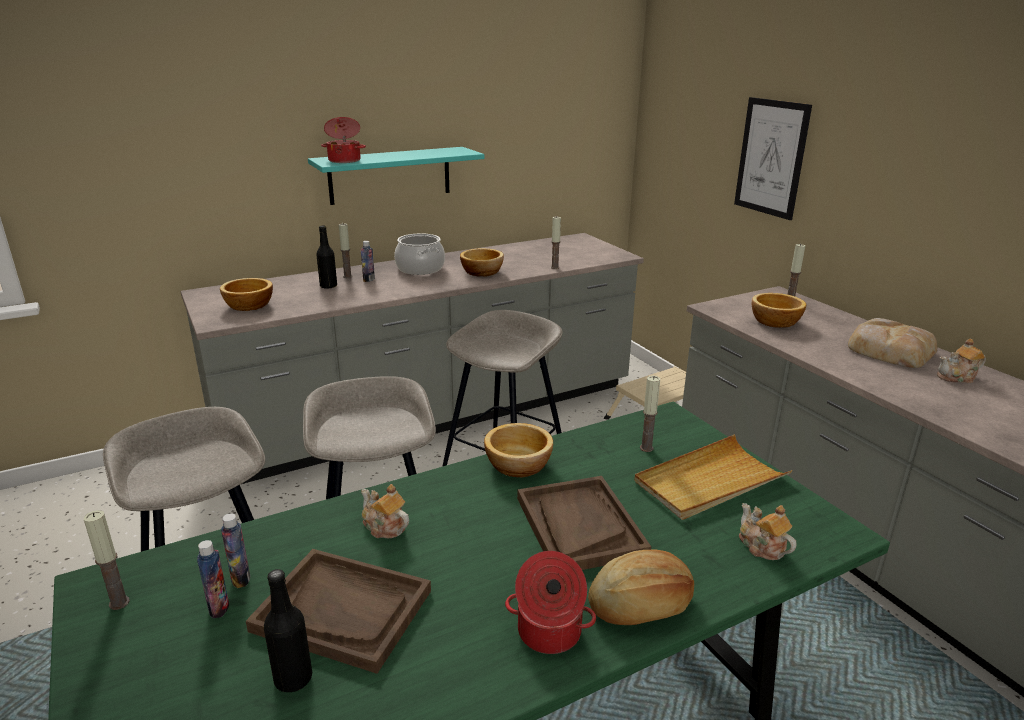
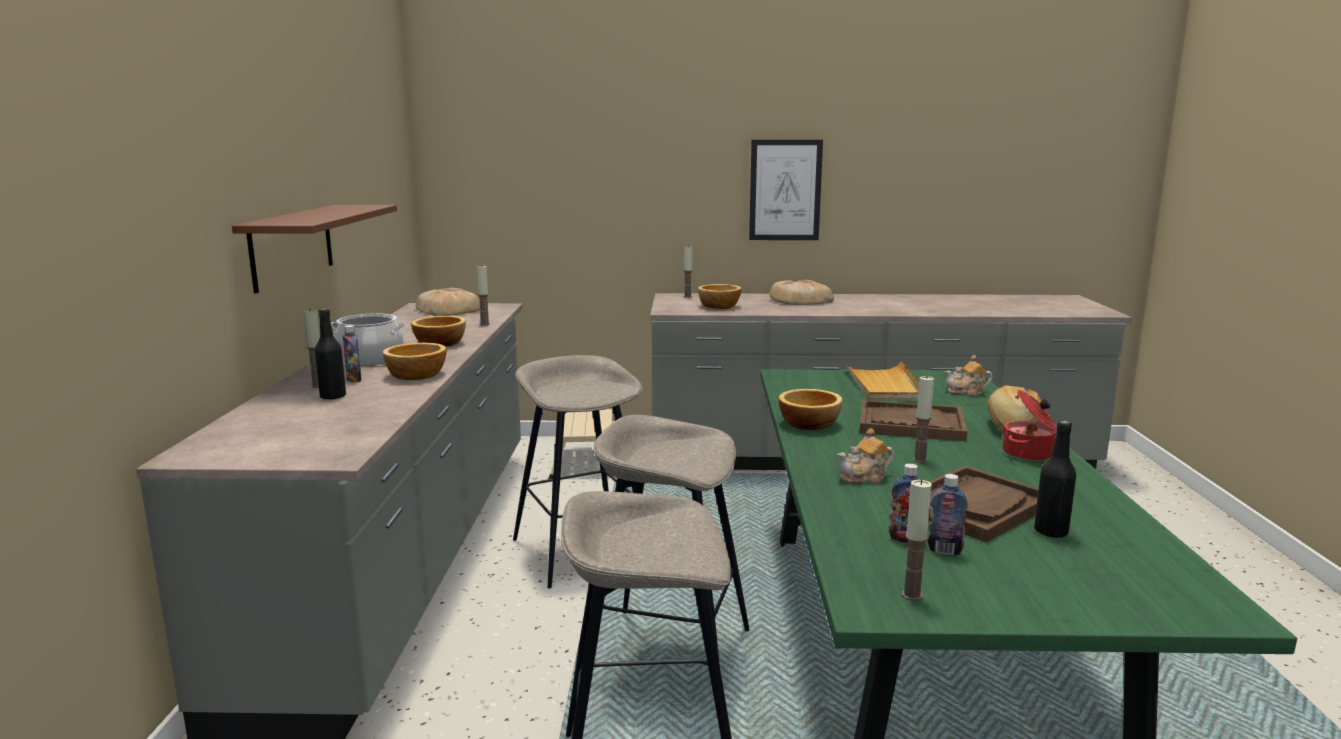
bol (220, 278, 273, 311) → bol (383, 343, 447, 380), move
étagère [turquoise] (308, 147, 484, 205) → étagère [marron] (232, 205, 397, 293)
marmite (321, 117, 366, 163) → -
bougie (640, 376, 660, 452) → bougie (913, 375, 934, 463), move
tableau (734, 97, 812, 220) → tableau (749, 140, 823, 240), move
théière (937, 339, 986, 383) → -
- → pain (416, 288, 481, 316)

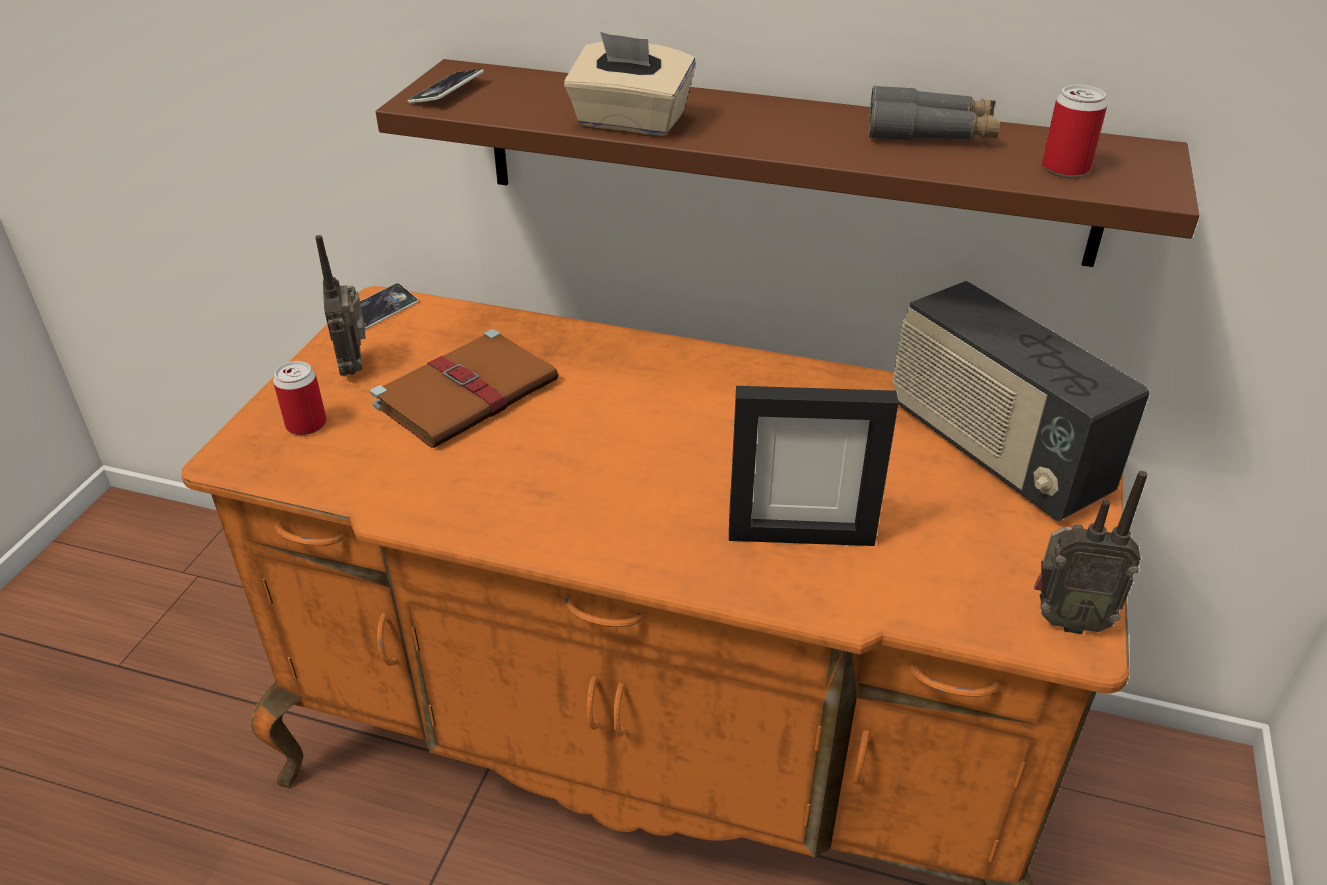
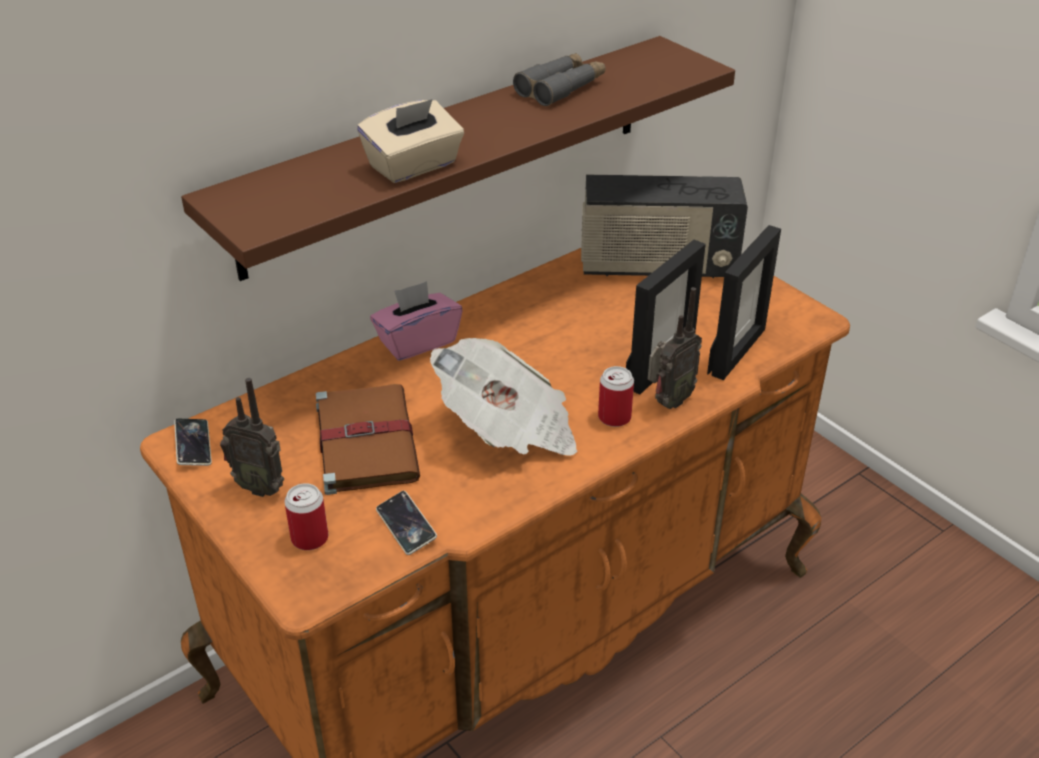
téléphone (408, 69, 484, 103) → téléphone (376, 491, 437, 555), move
radio (1034, 471, 1148, 634) → radio (648, 287, 702, 409), move
boîte métallique (1042, 85, 1108, 177) → boîte métallique (598, 366, 634, 427), move
- → boîte à mouchoirs [rose] (370, 281, 462, 361)
- → journal (430, 338, 578, 456)
- → cadre photo (707, 225, 781, 380)

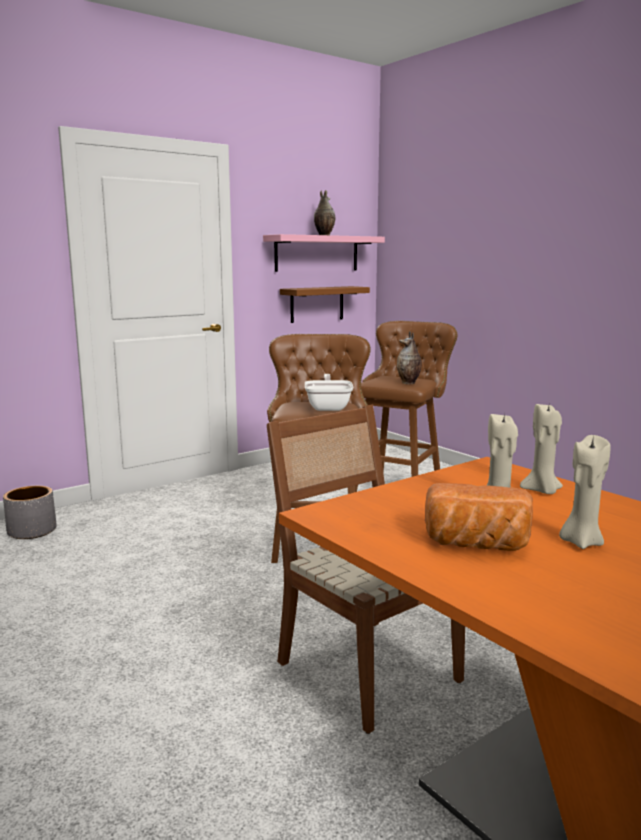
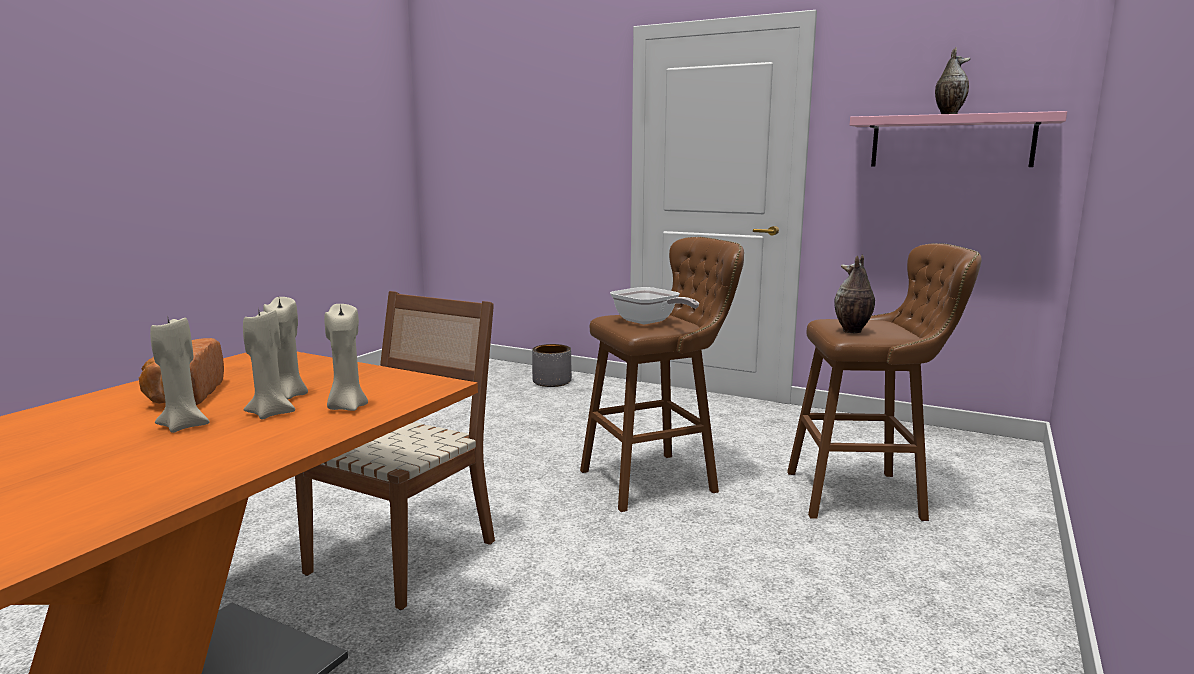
étagère [marron] (280, 286, 370, 323) → -
poêle (305, 374, 354, 411) → poêle (610, 287, 699, 324), 75 degrees clockwise
- → bougie [beige] (243, 307, 295, 419)

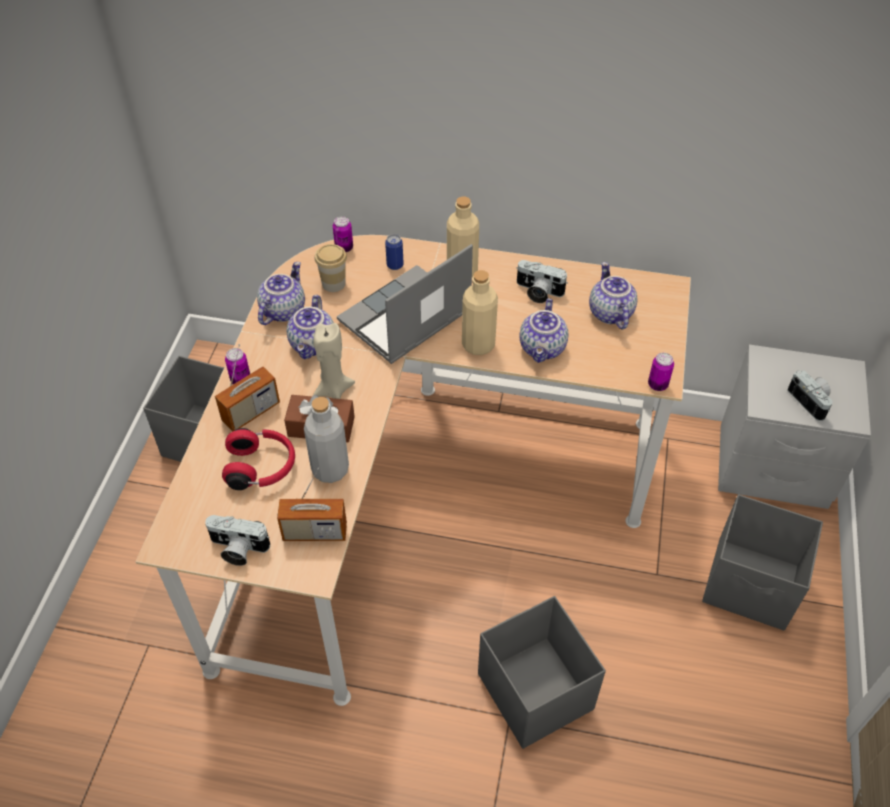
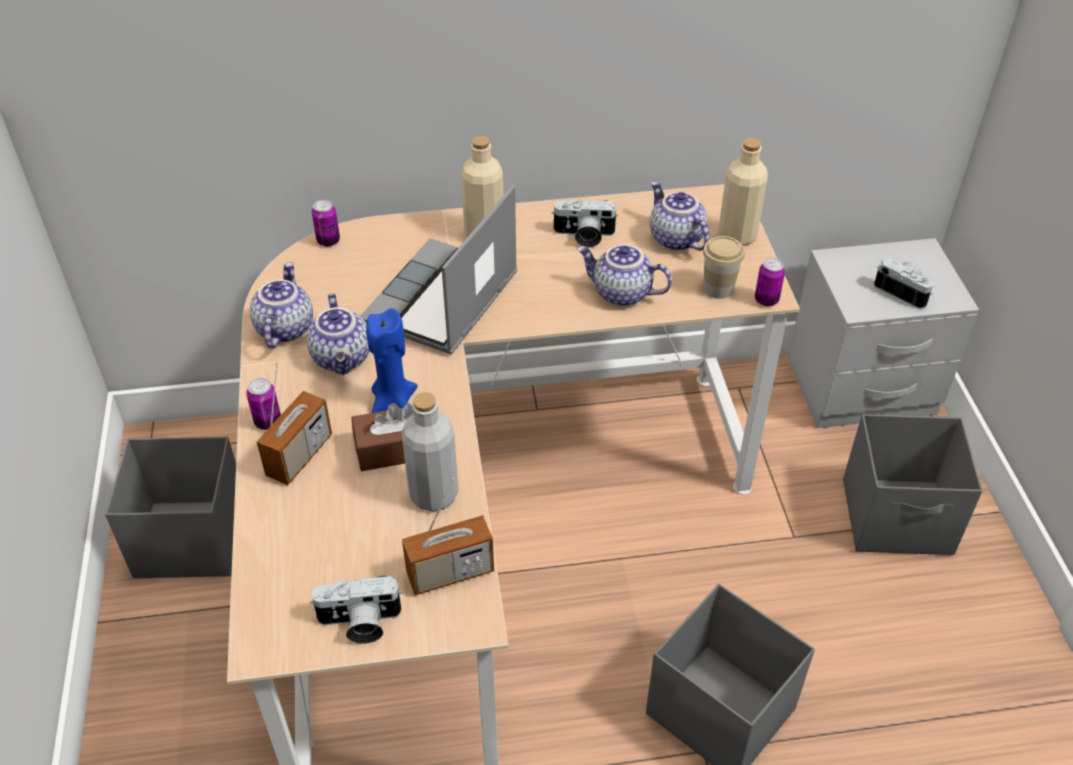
casque audio [rouge] (222, 428, 295, 490) → -
bougie [beige] (313, 323, 355, 399) → bougie [bleu] (366, 308, 418, 413)
tasse (315, 244, 347, 292) → tasse (703, 236, 745, 299), move
boîte métallique (385, 234, 403, 270) → -
bouteille [beige] (462, 270, 498, 355) → bouteille [beige] (718, 138, 768, 246), move
théière (520, 298, 568, 363) → théière (577, 245, 672, 306), 120 degrees clockwise

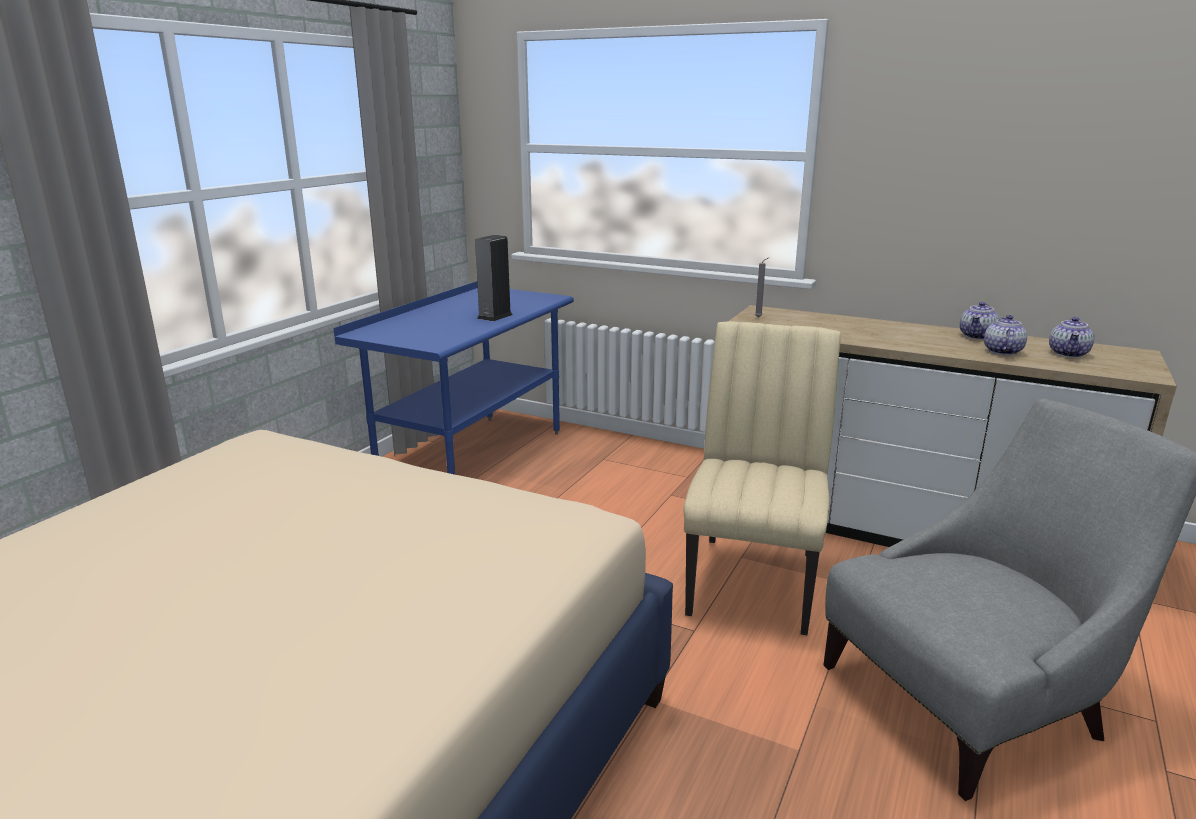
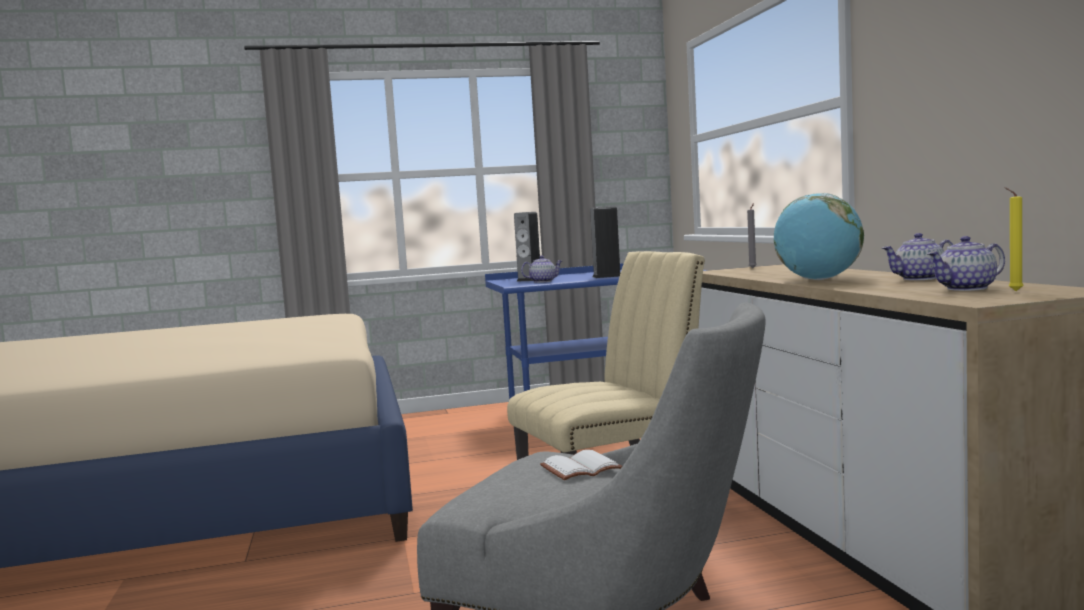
théière (984, 315, 1027, 355) → théière (521, 255, 562, 283), move
- → enceinte (514, 212, 540, 282)
- → livre [blanc] (540, 450, 622, 480)
- → globe (774, 193, 864, 280)
- → bougie [jaune] (1004, 187, 1024, 291)

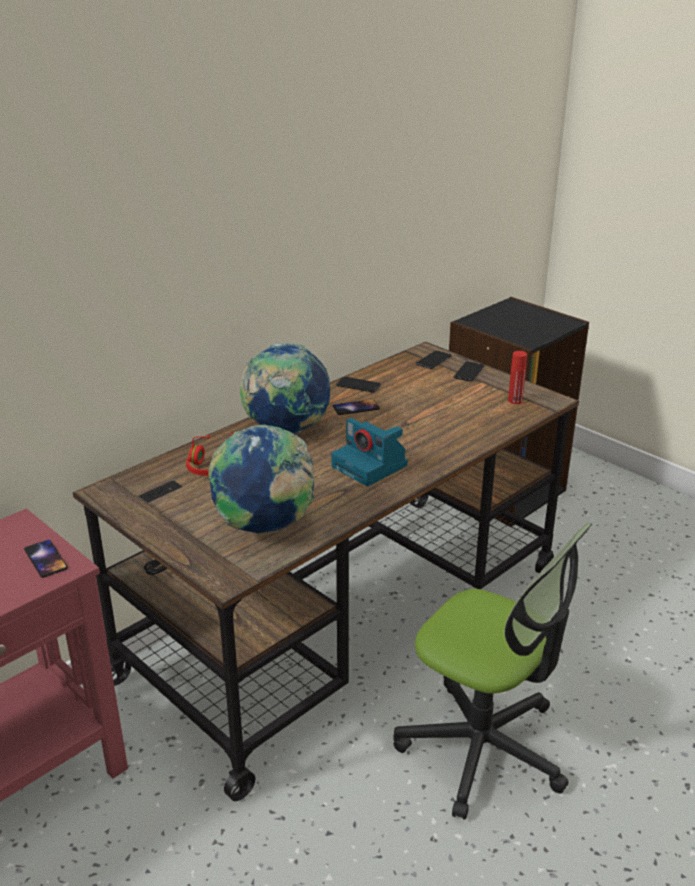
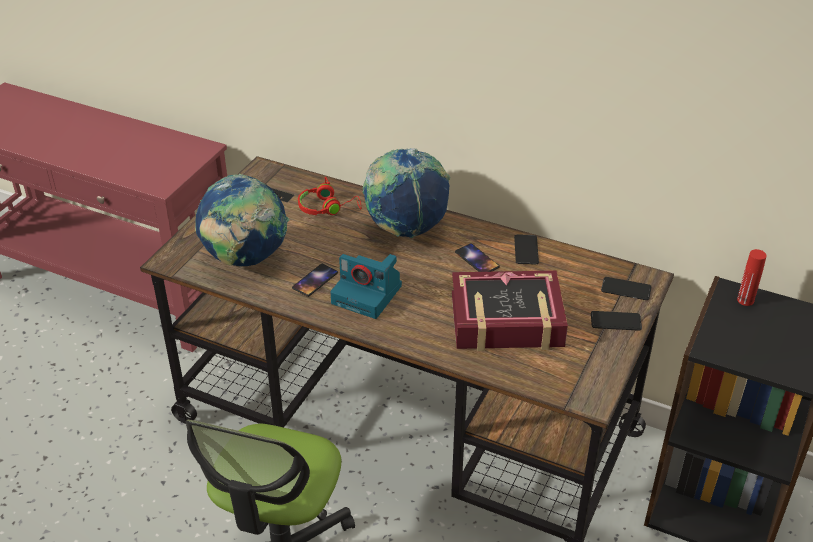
téléphone (24, 540, 68, 578) → téléphone (292, 264, 338, 297), move
appareil photo (331, 418, 408, 486) → appareil photo (330, 254, 402, 319), 90 degrees counterclockwise
bouteille [rouge] (508, 351, 527, 404) → bouteille [rouge] (737, 249, 767, 306), move
- → livre (452, 271, 568, 351)

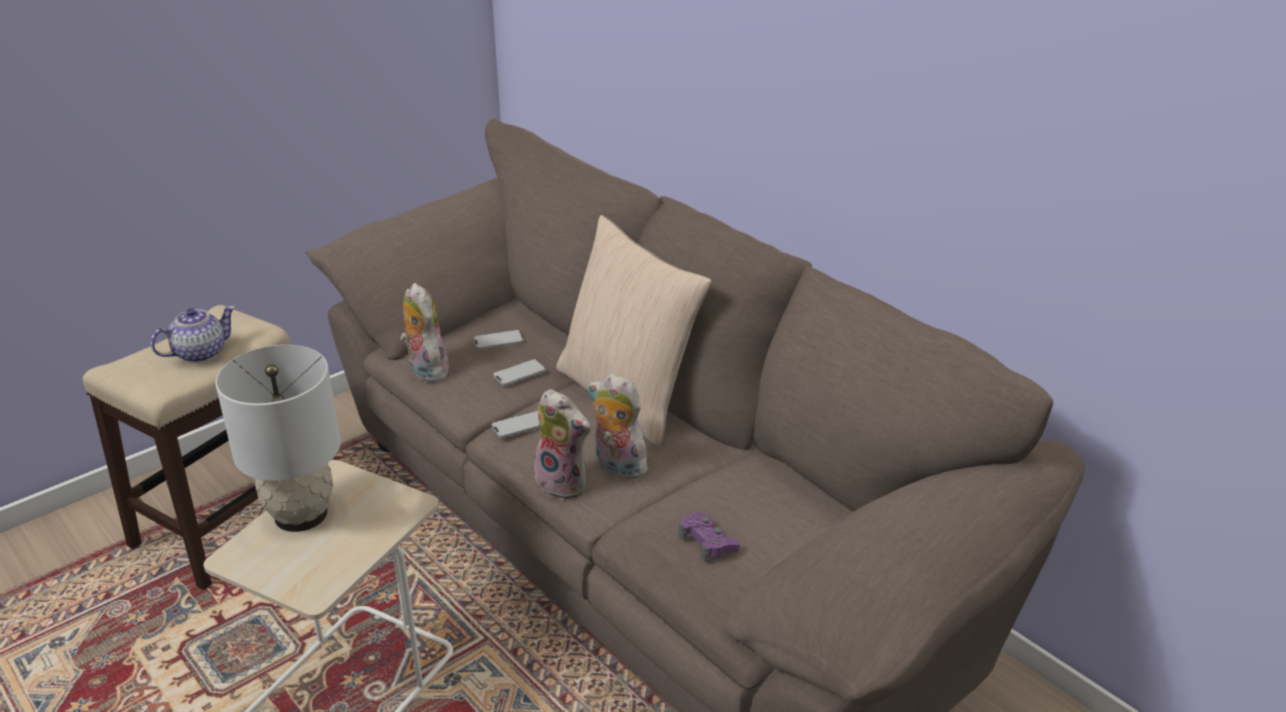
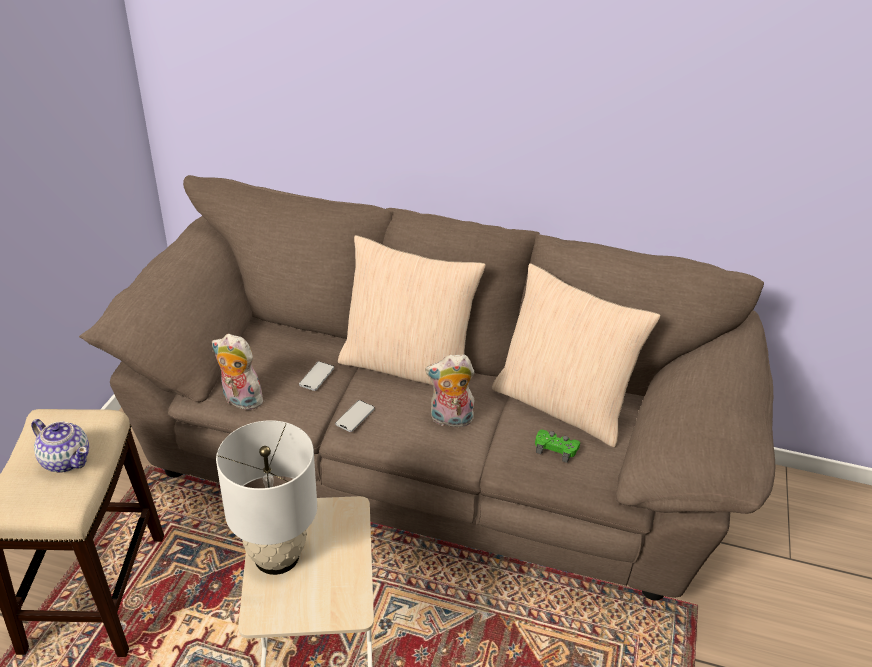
théière (150, 306, 236, 363) → théière (31, 419, 89, 473), 105 degrees clockwise
téléphone (473, 330, 524, 350) → -
peluche (534, 389, 591, 500) → -
manette [violet] (679, 512, 740, 562) → manette [vert] (535, 429, 580, 463)
- → coussin [beige] (492, 263, 660, 447)

